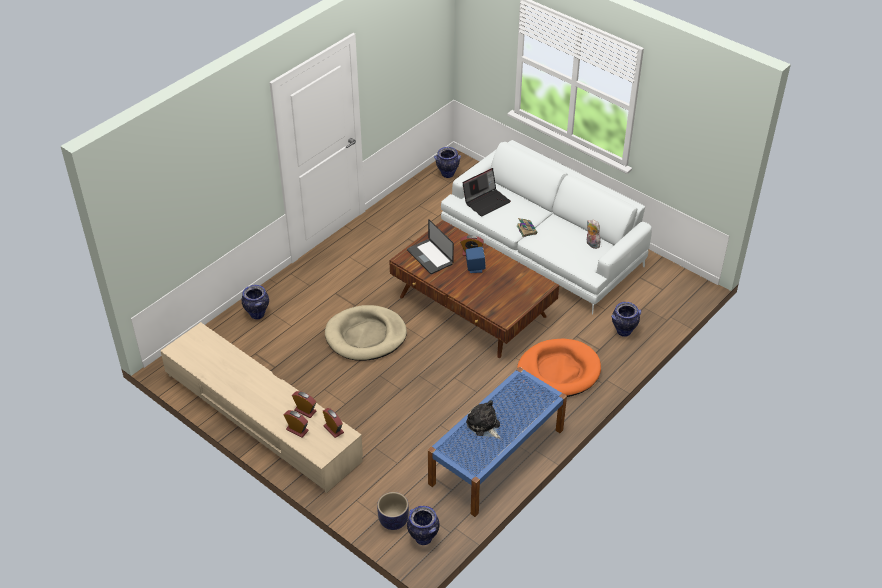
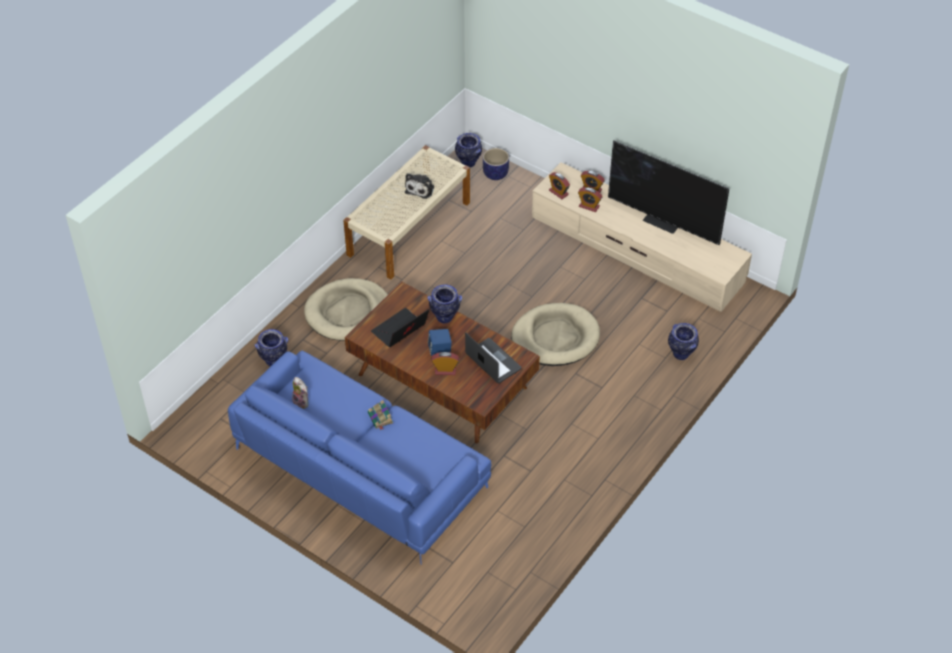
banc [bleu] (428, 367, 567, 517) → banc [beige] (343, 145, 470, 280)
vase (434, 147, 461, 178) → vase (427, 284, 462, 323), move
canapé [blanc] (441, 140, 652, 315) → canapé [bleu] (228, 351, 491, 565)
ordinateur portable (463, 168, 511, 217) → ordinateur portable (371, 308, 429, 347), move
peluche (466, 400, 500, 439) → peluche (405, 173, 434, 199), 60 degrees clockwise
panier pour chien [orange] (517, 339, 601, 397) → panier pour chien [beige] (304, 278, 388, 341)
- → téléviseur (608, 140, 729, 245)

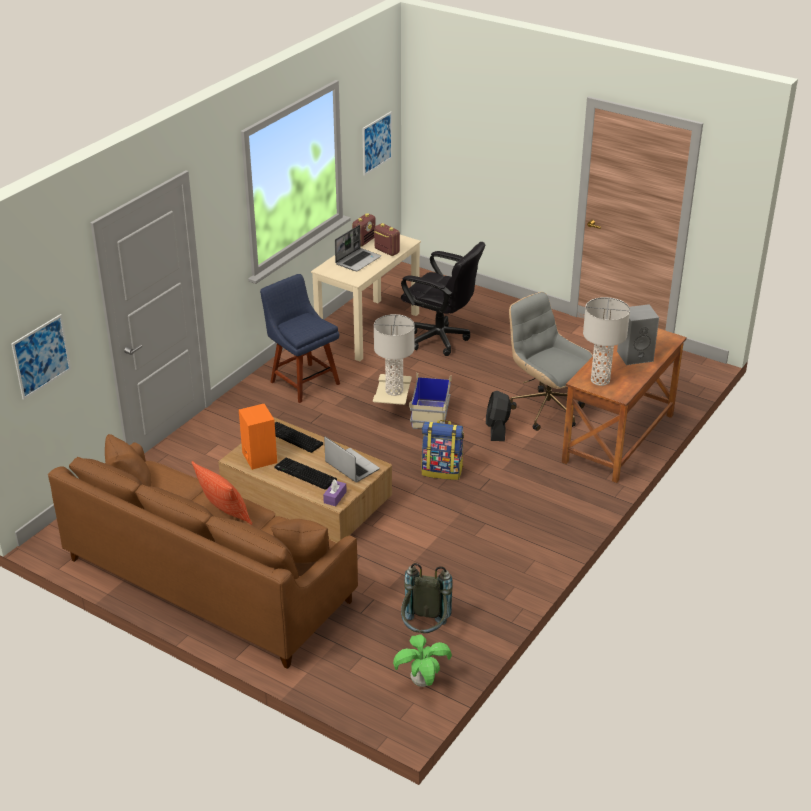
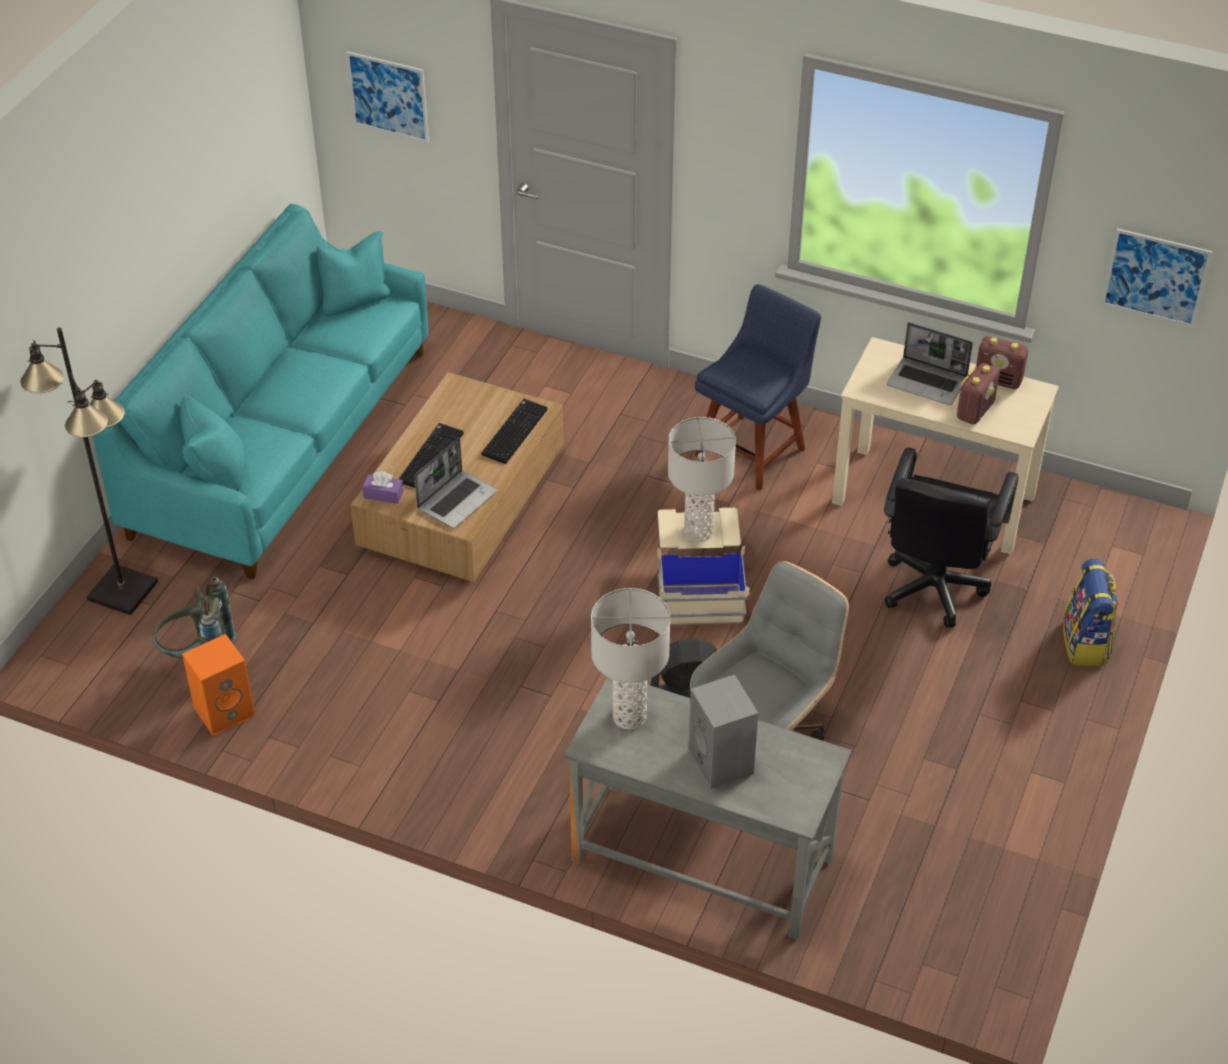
canapé [marron] (48, 434, 358, 669) → canapé [turquoise] (92, 204, 429, 579)
coussin [orange] (191, 461, 252, 525) → -
enceinte [orange] (239, 404, 277, 470) → enceinte [orange] (182, 634, 255, 736), move
plante en pot (393, 634, 452, 687) → -
sac à dos (421, 420, 464, 480) → sac à dos (1063, 559, 1118, 666), move
bureau [marron] (562, 329, 687, 483) → bureau [gris] (563, 677, 852, 940)
- → lampadaire [noir] (20, 328, 158, 615)

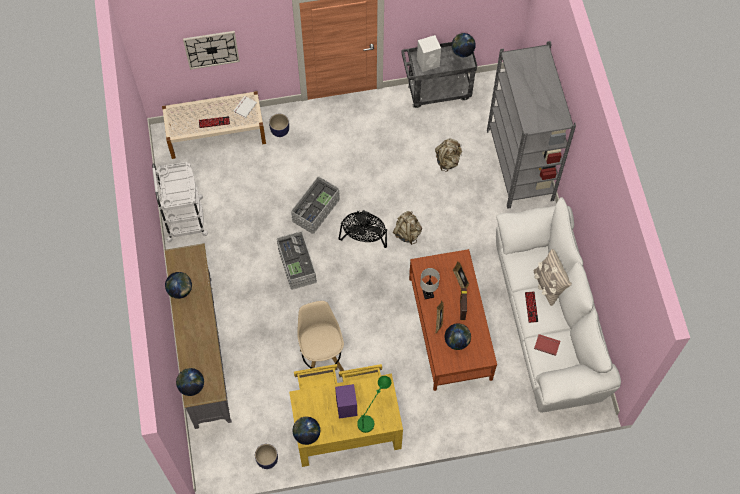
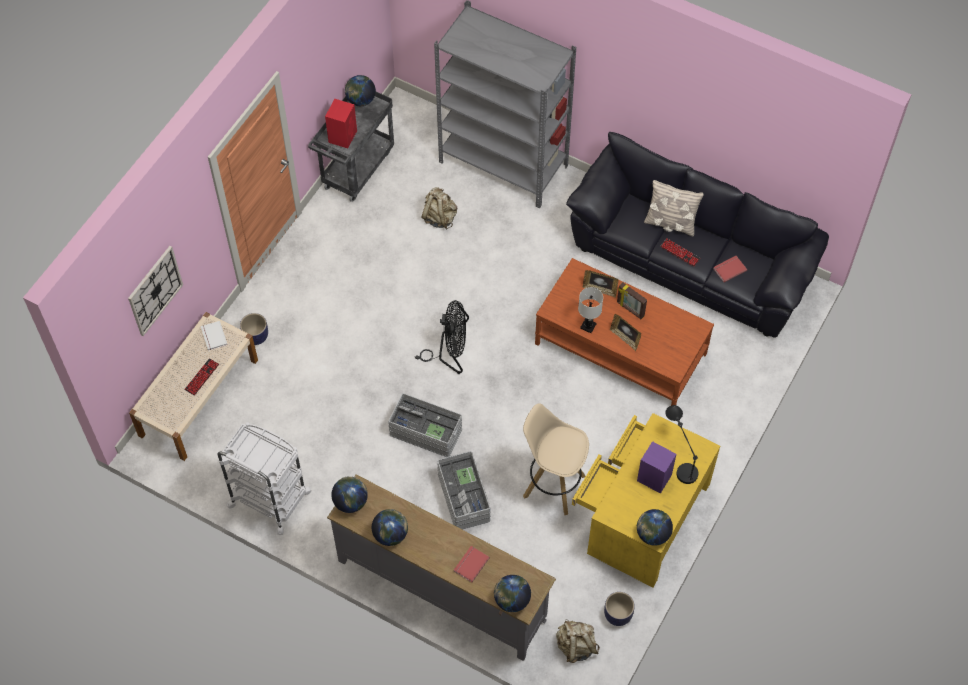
boîte de rangement [gris] (291, 176, 340, 234) → boîte de rangement [gris] (437, 451, 491, 530), move
ventilateur [noir] (339, 210, 387, 248) → ventilateur [noir] (415, 300, 469, 374), 45 degrees counterclockwise
lampe de table [vert] (357, 376, 391, 433) → lampe de table [noir] (665, 405, 698, 484)
sac à dos [beige] (393, 211, 422, 245) → sac à dos [beige] (556, 620, 600, 663), move
enceinte [blanc] (417, 35, 441, 72) → enceinte [rouge] (325, 99, 357, 148)
globe (445, 323, 471, 350) → globe (331, 477, 368, 513), move
canapé [blanc] (496, 197, 621, 413) → canapé [noir] (566, 132, 829, 338)
- → livre [rouge] (454, 546, 490, 582)

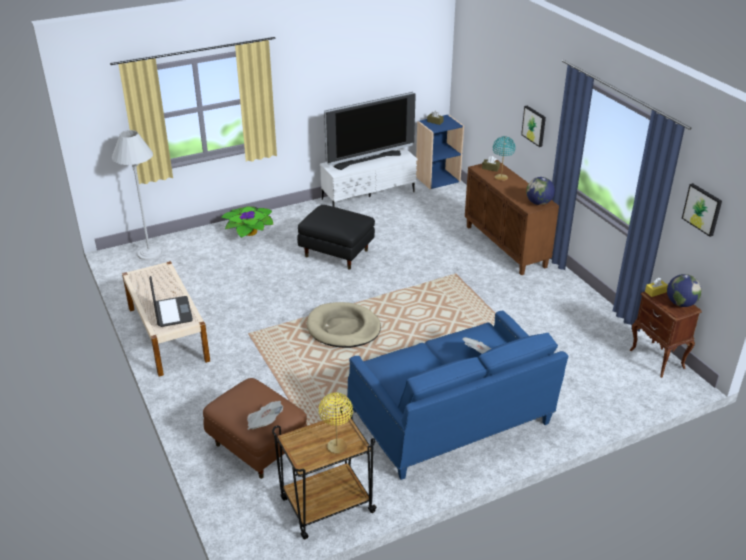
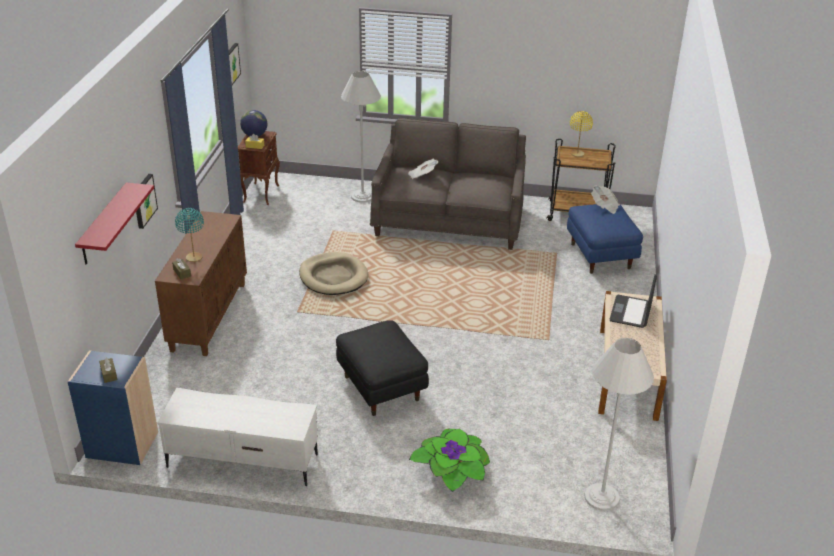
pouf [marron] (203, 378, 307, 479) → pouf [bleu] (567, 204, 643, 274)
panier pour chien [beige] (307, 302, 381, 348) → panier pour chien [beige] (299, 252, 368, 295), move
téléviseur (324, 92, 416, 170) → -
canapé [bleu] (347, 311, 568, 480) → canapé [gris] (370, 118, 526, 250)
globe (526, 177, 555, 205) → -
- → étagère [rouge] (75, 183, 154, 264)
- → lampadaire [blanc] (341, 71, 381, 203)

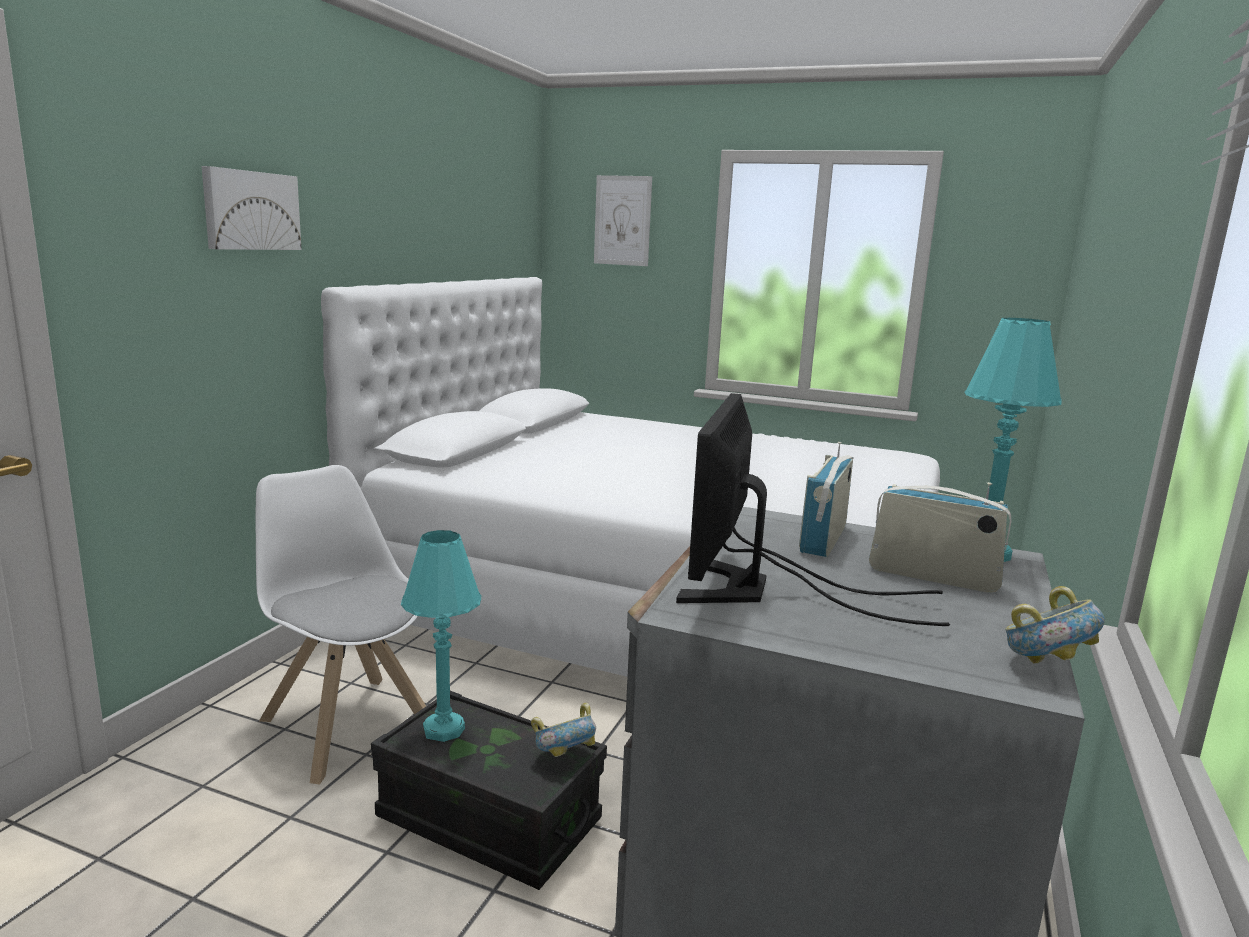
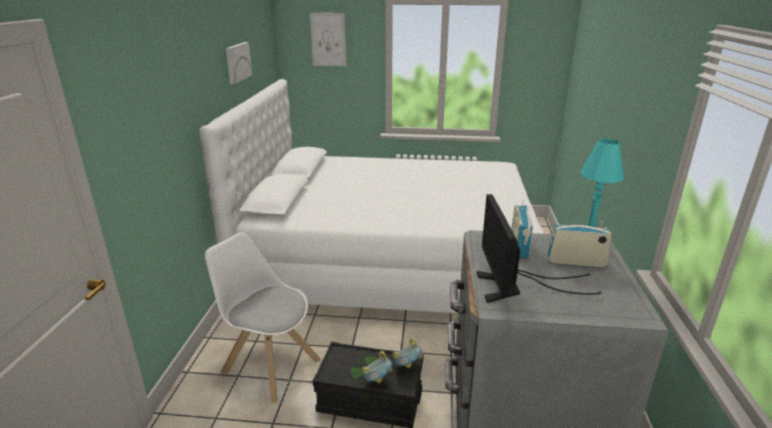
tableau (202, 166, 302, 250) → tableau (226, 42, 252, 84), move
lampe de table [turquoise] (401, 530, 481, 742) → -
bol (1005, 586, 1105, 664) → bol (362, 351, 393, 383), move

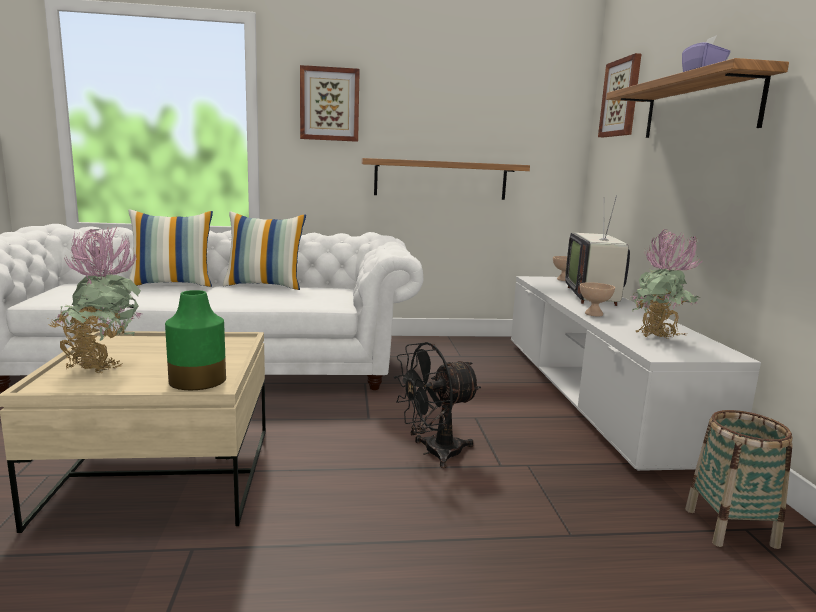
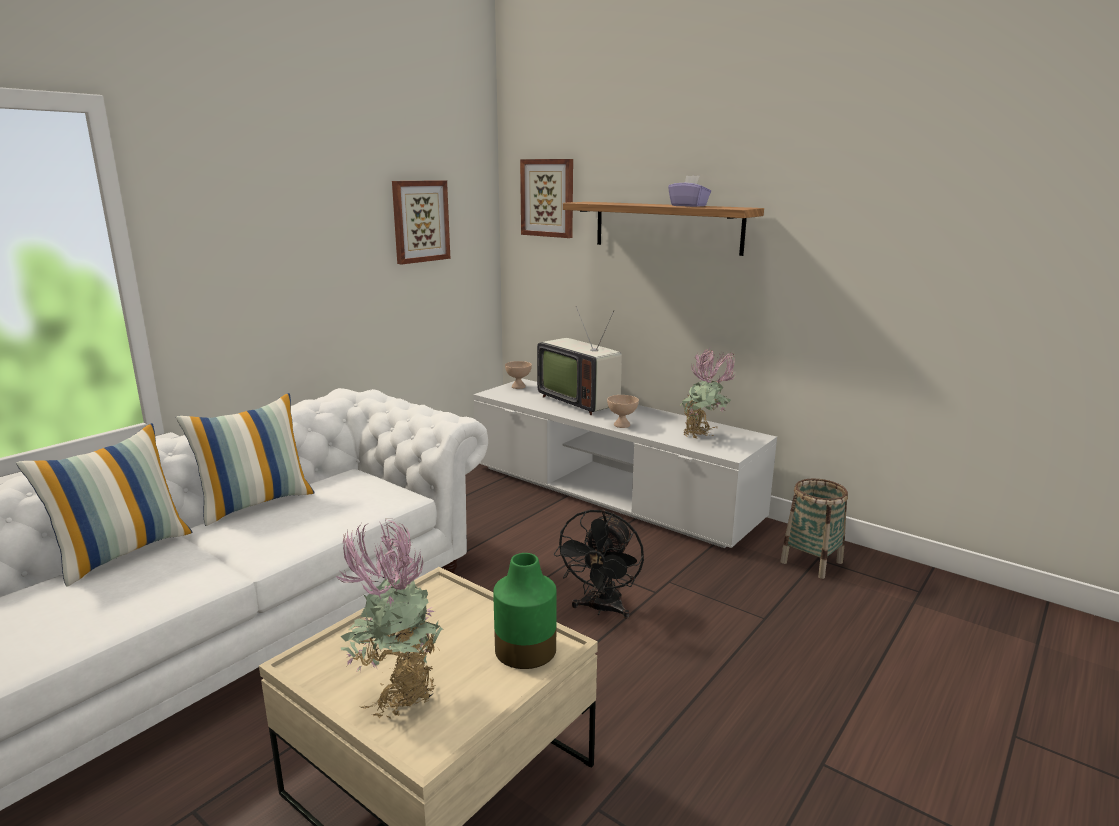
tableau (300, 65, 360, 142) → tableau (392, 180, 450, 265), move
étagère (361, 158, 530, 200) → -

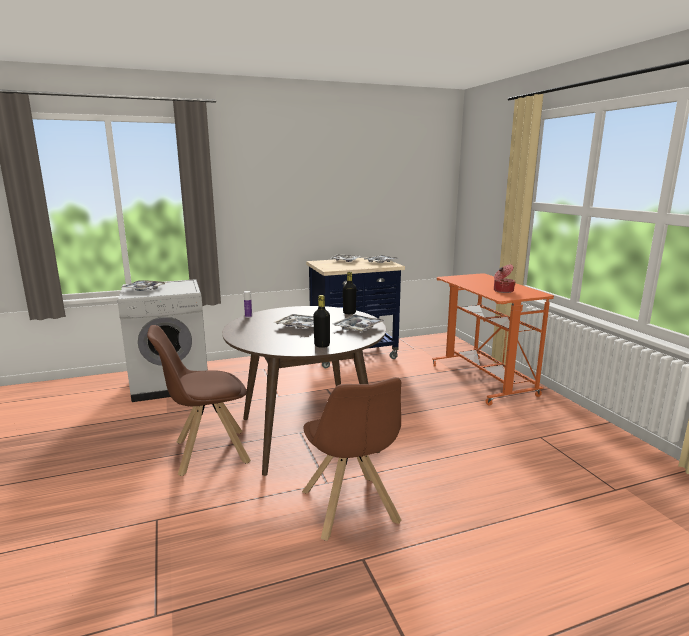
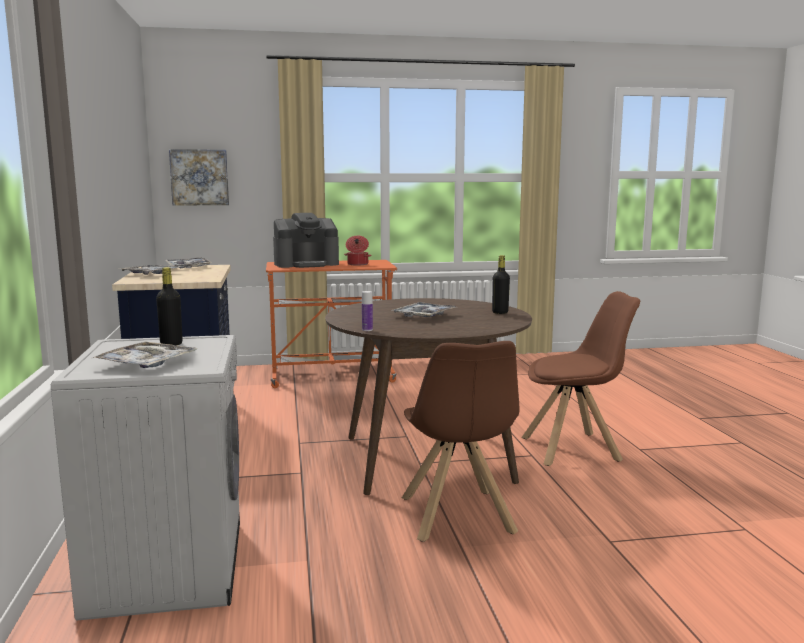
plateau (333, 314, 384, 331) → -
bouteille [noir] (343, 272, 356, 314) → bouteille [noir] (156, 267, 182, 345), move
- → tableau (169, 149, 229, 206)
- → machine à café (273, 213, 339, 268)

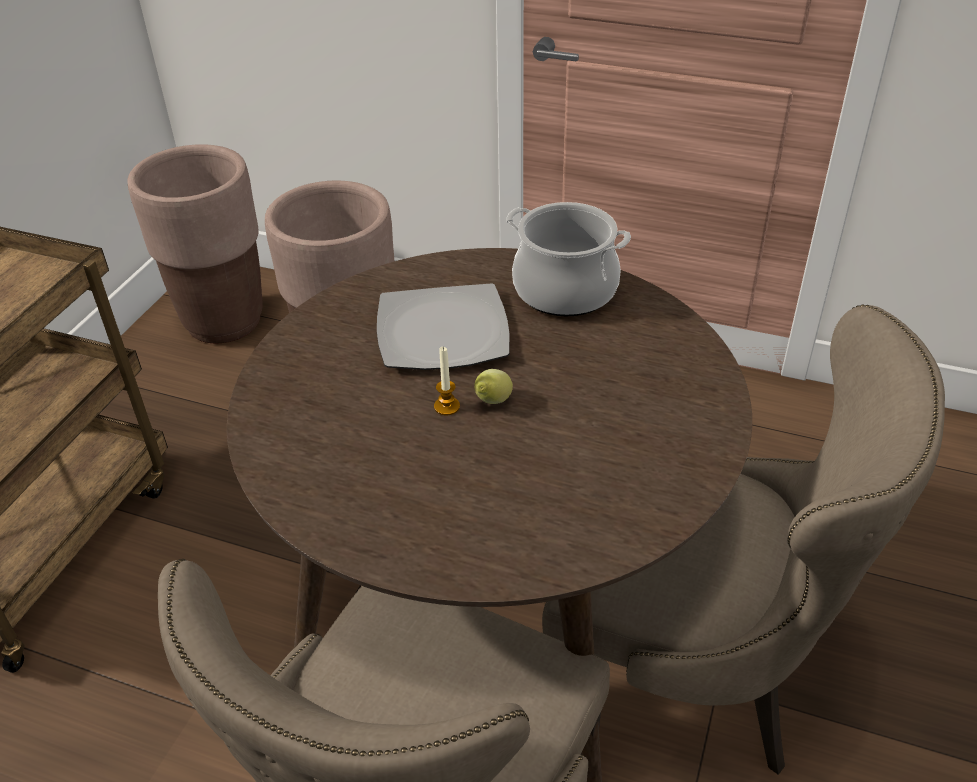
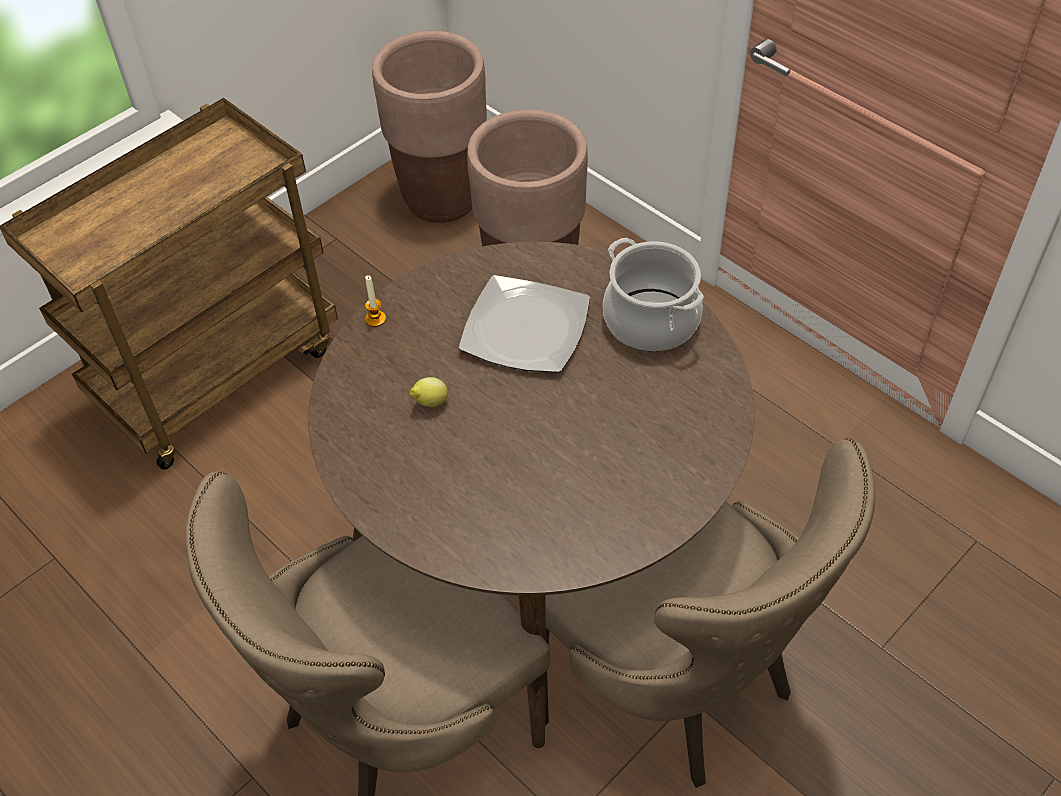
bougie (434, 347, 460, 416) → bougie (365, 275, 386, 327), move
citron (474, 369, 513, 404) → citron (410, 377, 448, 407), move

